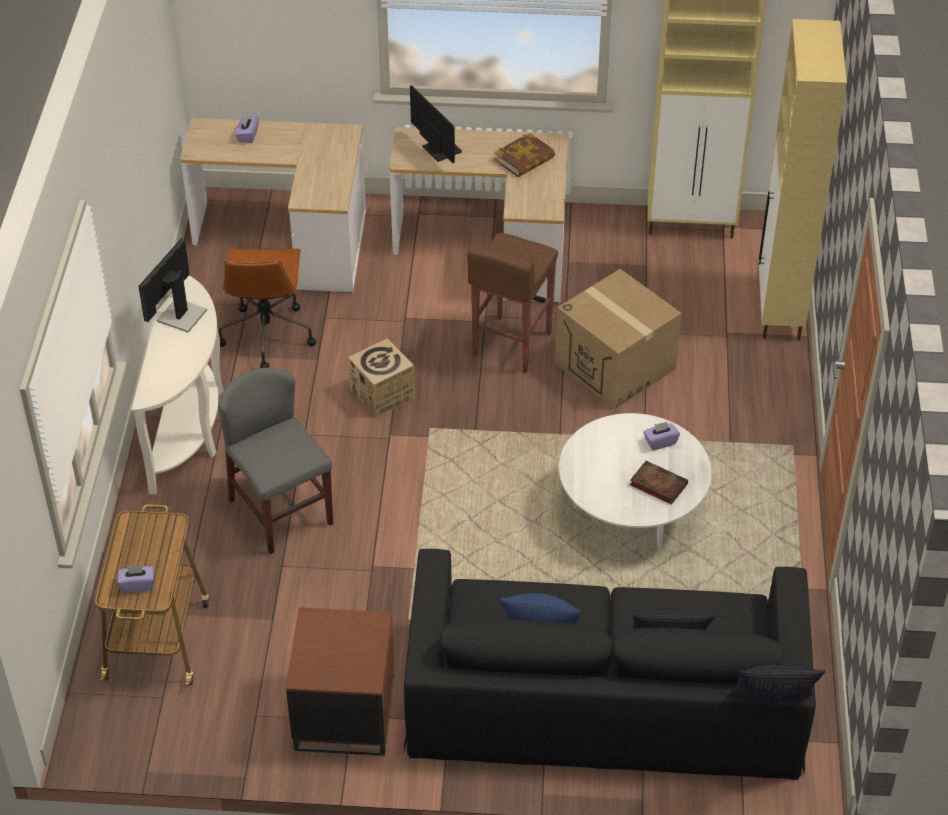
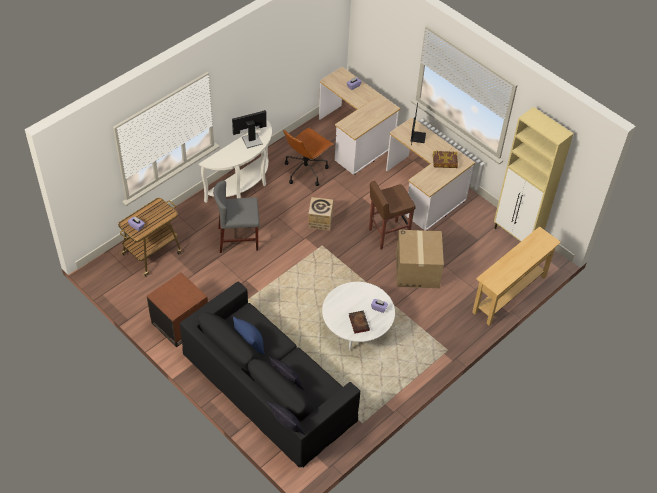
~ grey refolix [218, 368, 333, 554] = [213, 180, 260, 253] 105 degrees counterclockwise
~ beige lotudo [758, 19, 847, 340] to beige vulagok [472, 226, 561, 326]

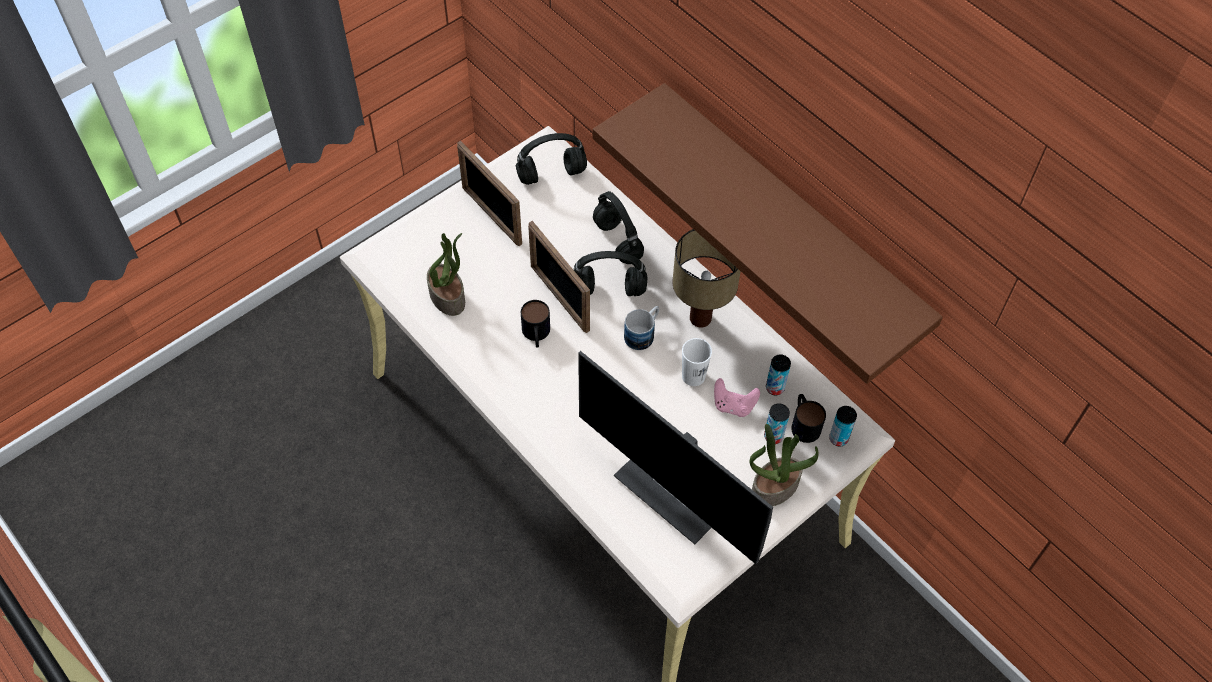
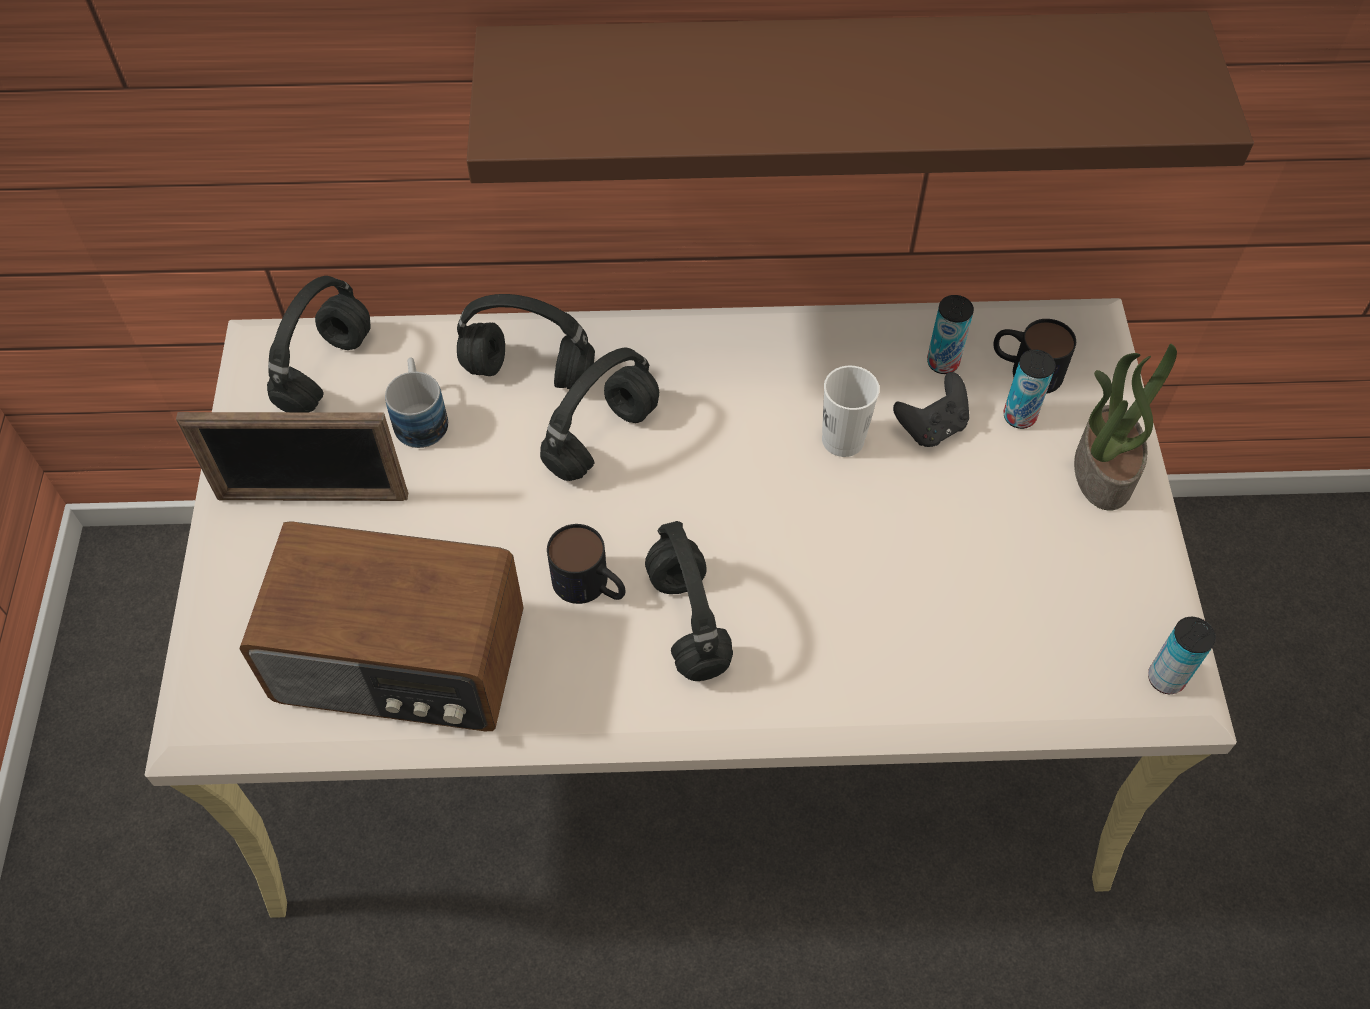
~ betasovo [427, 233, 465, 316] to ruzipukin [239, 521, 524, 731]
~ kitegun [624, 306, 659, 350] to [385, 358, 448, 448]
+ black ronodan [645, 521, 733, 681]
~ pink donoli [714, 378, 760, 417] to black donoli [893, 372, 969, 447]
~ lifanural [829, 406, 857, 447] to [1148, 617, 1216, 694]
- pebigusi [528, 221, 590, 333]
- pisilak [578, 351, 773, 564]
- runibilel [672, 229, 741, 328]

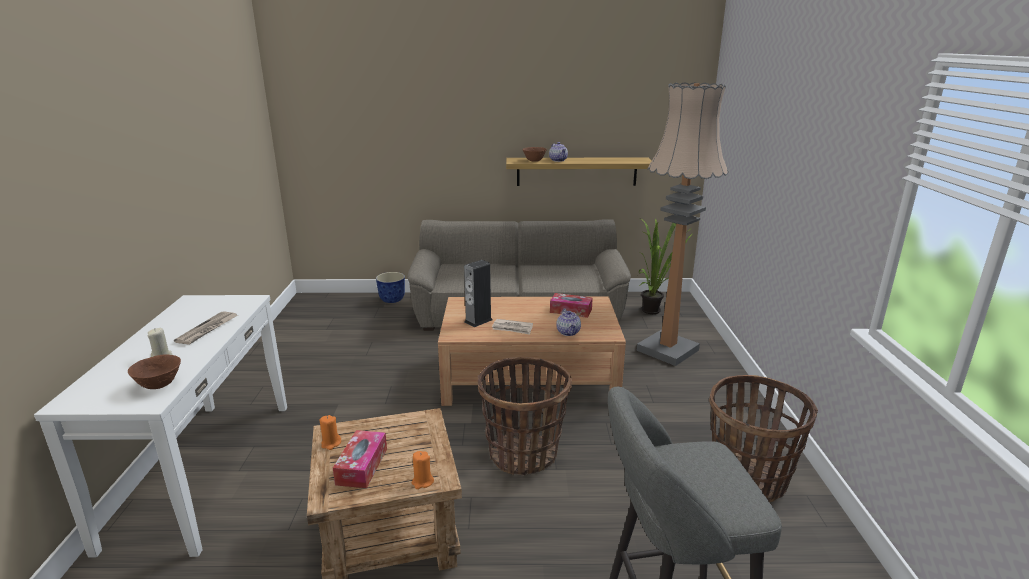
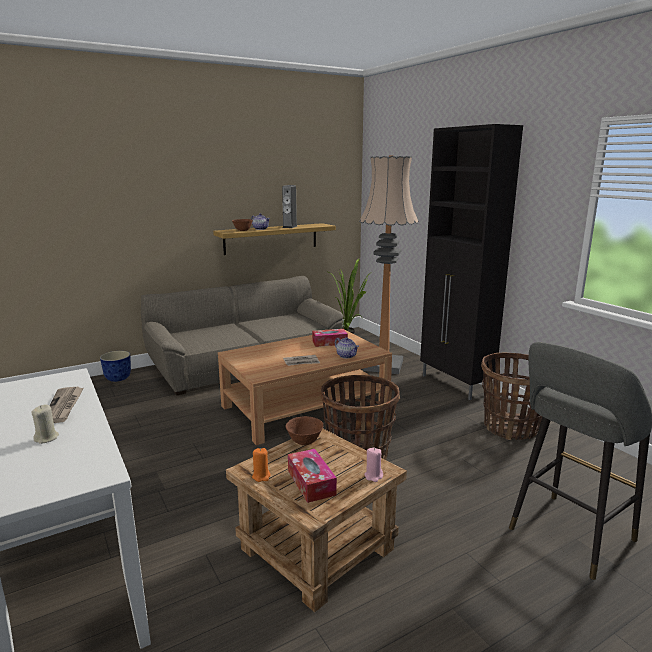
~ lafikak [464, 260, 493, 327] to [282, 185, 297, 228]
~ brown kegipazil [128, 354, 181, 389] to [285, 416, 323, 445]
~ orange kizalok [411, 451, 434, 489] to pink kizalok [364, 447, 383, 482]
+ black lotudo [420, 124, 523, 400]

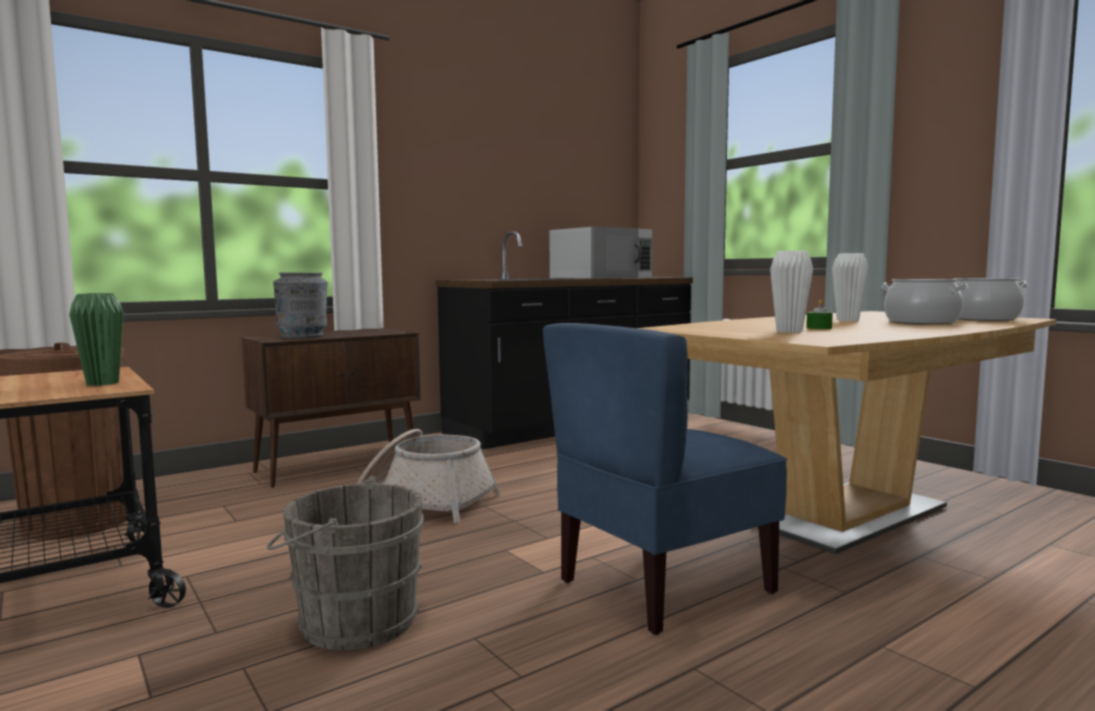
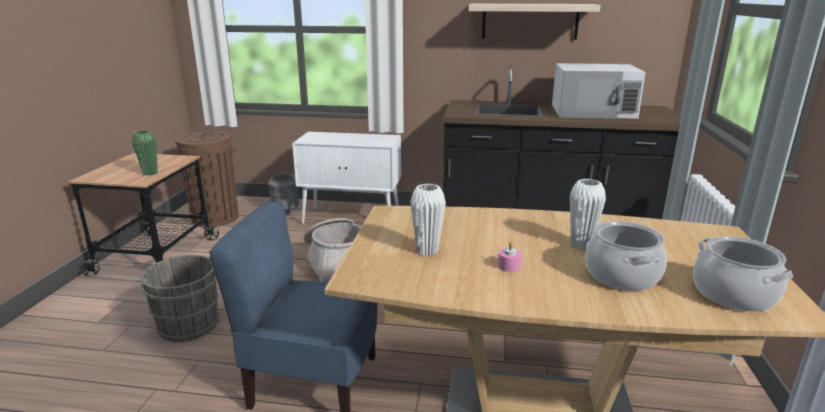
~ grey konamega [273, 272, 328, 339] to [268, 173, 299, 214]
~ brown lotudo [241, 329, 421, 488] to white lotudo [292, 132, 401, 224]
+ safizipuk [469, 4, 601, 40]
+ pink kizalok [498, 242, 522, 272]
- green kizalok [806, 299, 833, 329]

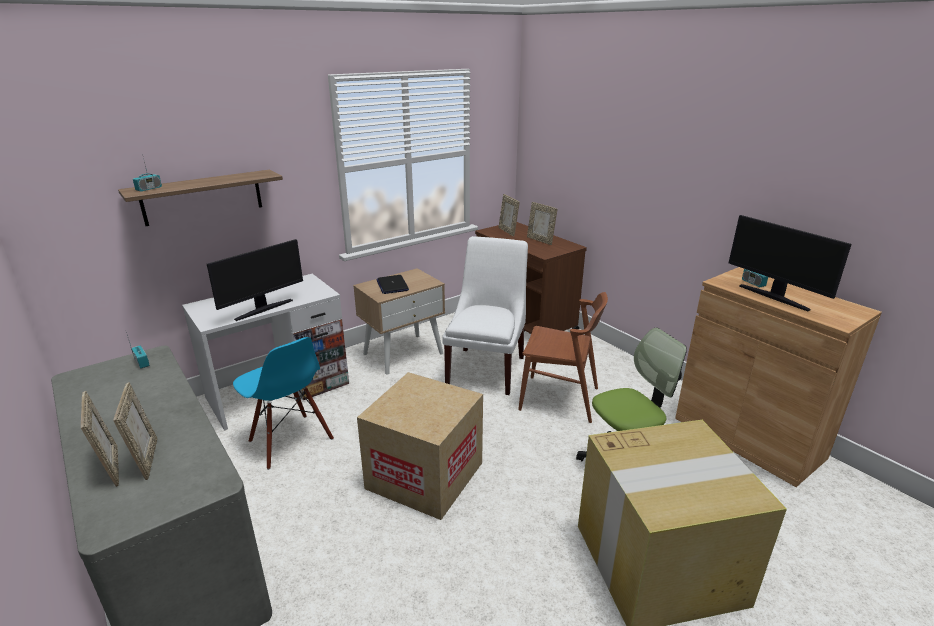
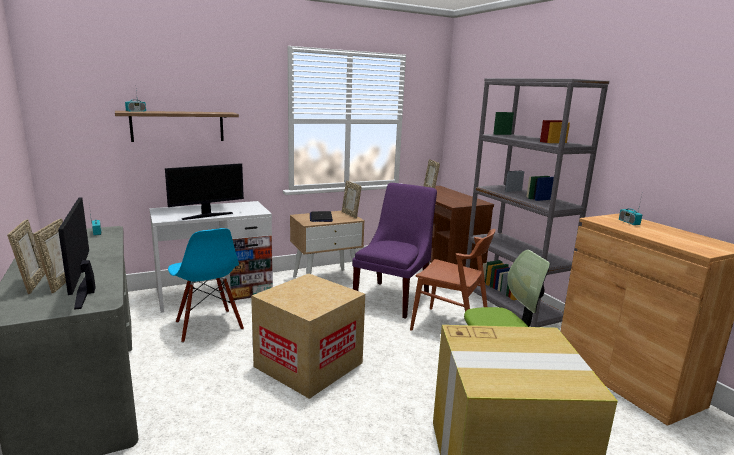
~ pisilak [729, 215, 852, 311] to [58, 197, 96, 310]
~ pebigusi [527, 202, 557, 245] to [342, 181, 362, 219]
~ white refolix [442, 236, 528, 395] to purple refolix [352, 183, 437, 319]
+ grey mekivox [466, 78, 610, 327]

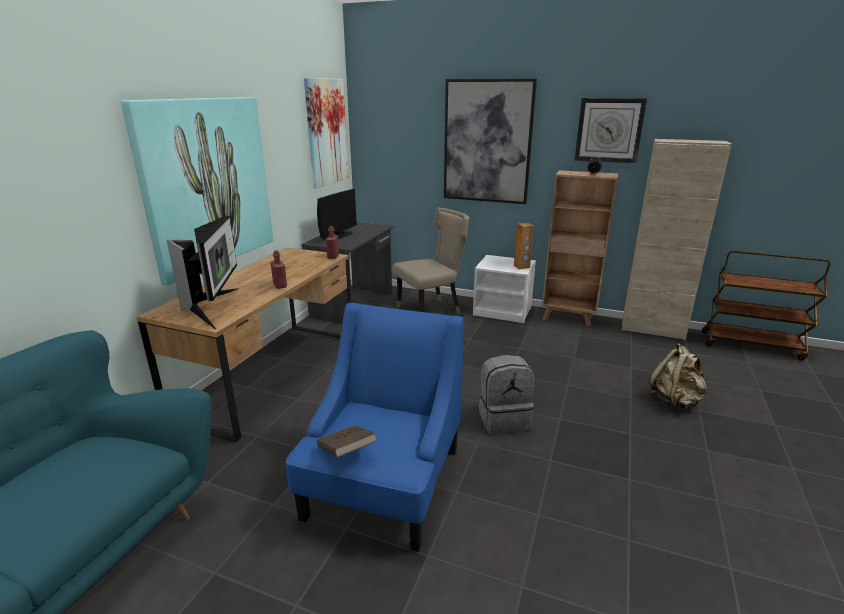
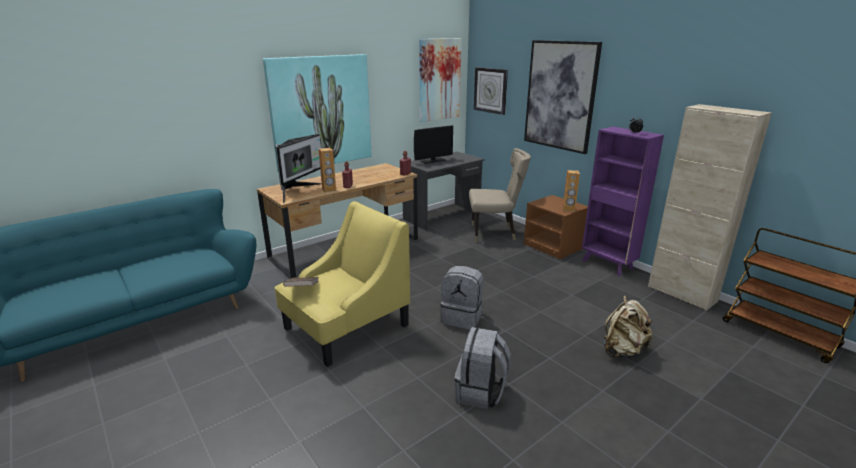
~ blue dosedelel [286, 303, 464, 552] to yellow dosedelel [275, 201, 410, 367]
+ brown lafikak [319, 148, 336, 193]
+ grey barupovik [455, 327, 511, 409]
~ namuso [575, 98, 647, 163] to [474, 67, 508, 115]
~ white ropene [473, 255, 536, 323] to brown ropene [524, 195, 588, 259]
~ brown mekivox [542, 170, 618, 327] to purple mekivox [582, 126, 664, 276]

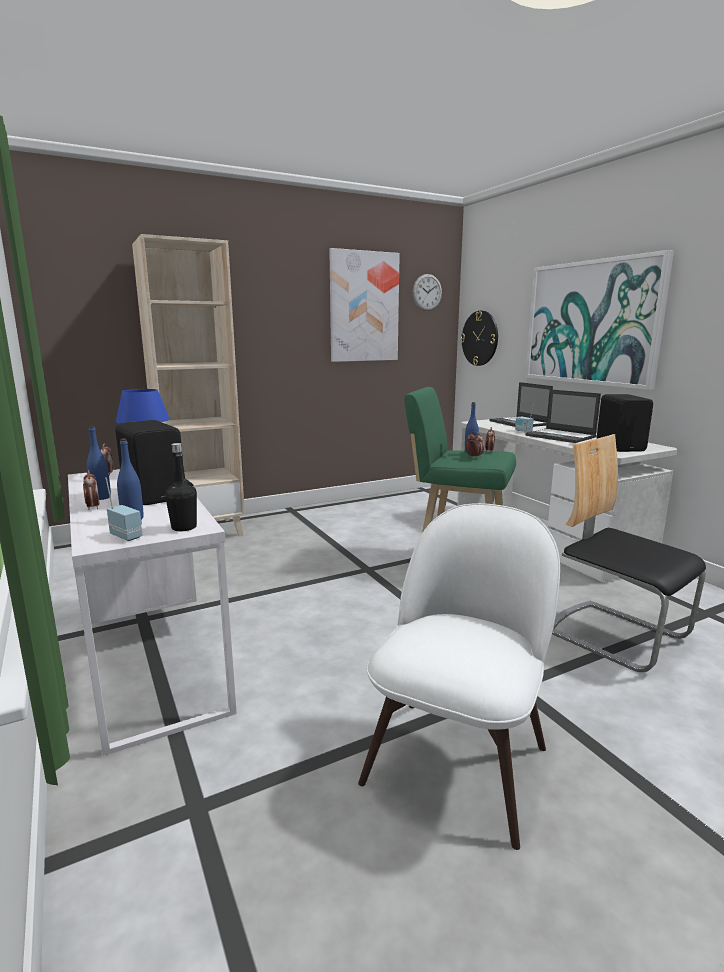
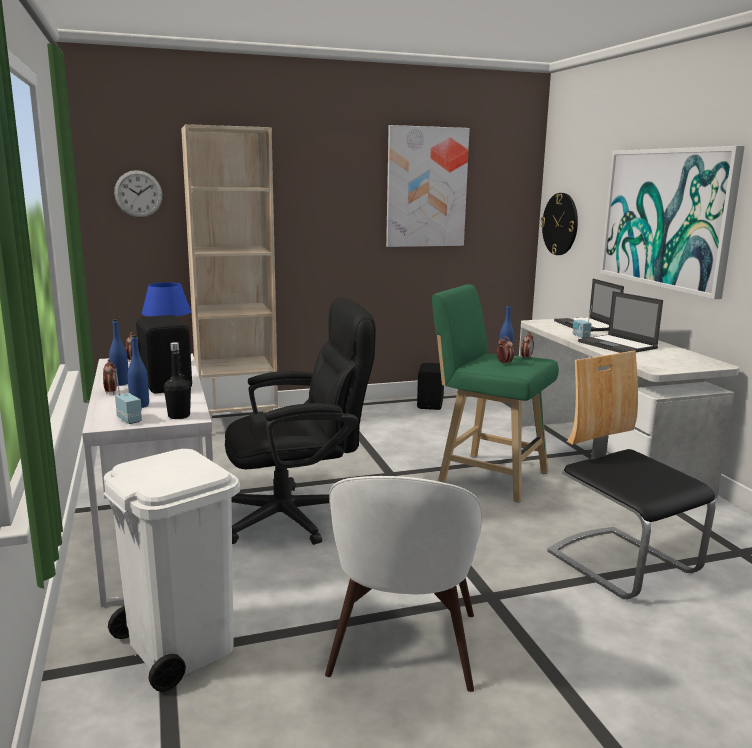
+ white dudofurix [104, 449, 240, 692]
~ namuso [413, 274, 442, 311] to [114, 170, 162, 218]
+ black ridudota [225, 297, 376, 545]
~ white refolix [358, 503, 560, 850] = [325, 476, 482, 692] 150 degrees clockwise
~ black lafikak [596, 394, 653, 452] to [417, 363, 444, 410]

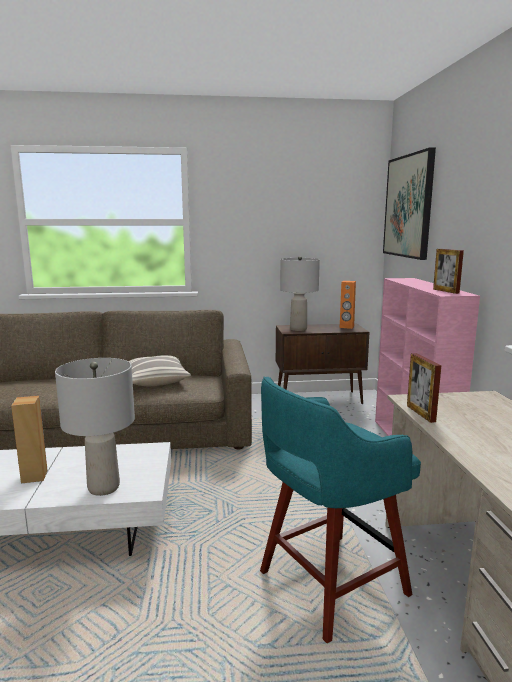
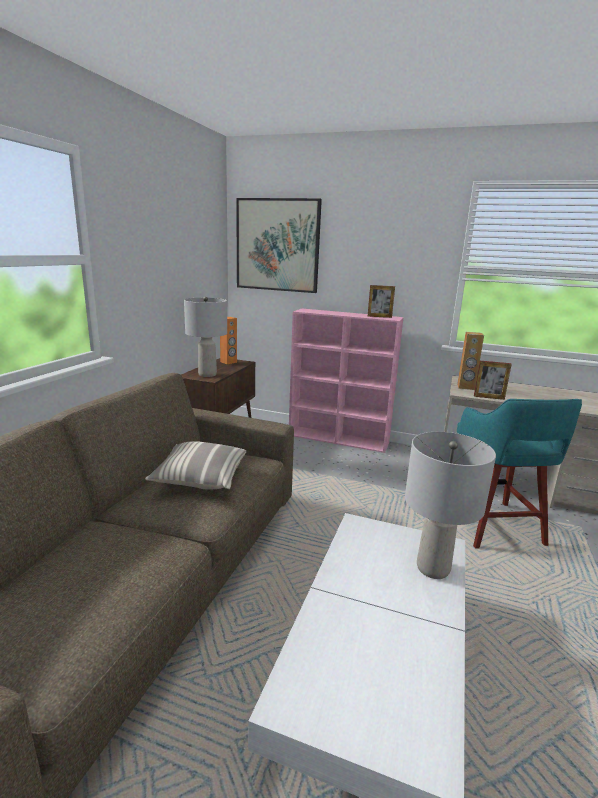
~ brown lafikak [11, 396, 47, 483] to [457, 332, 484, 390]

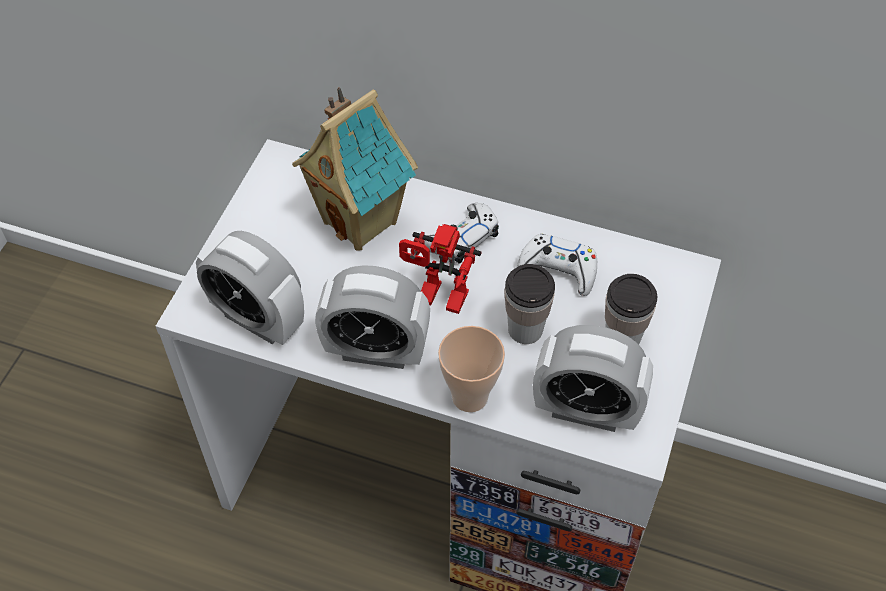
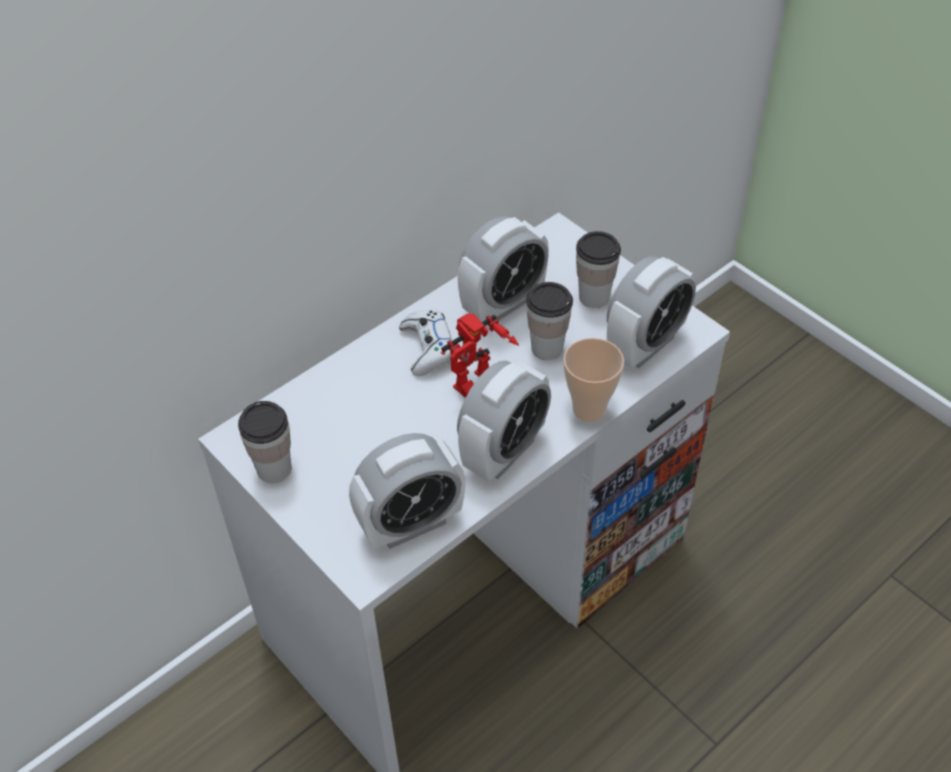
+ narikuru [238, 401, 291, 483]
~ white donoli [517, 234, 597, 296] to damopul [458, 216, 549, 322]
- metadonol [292, 87, 418, 251]

